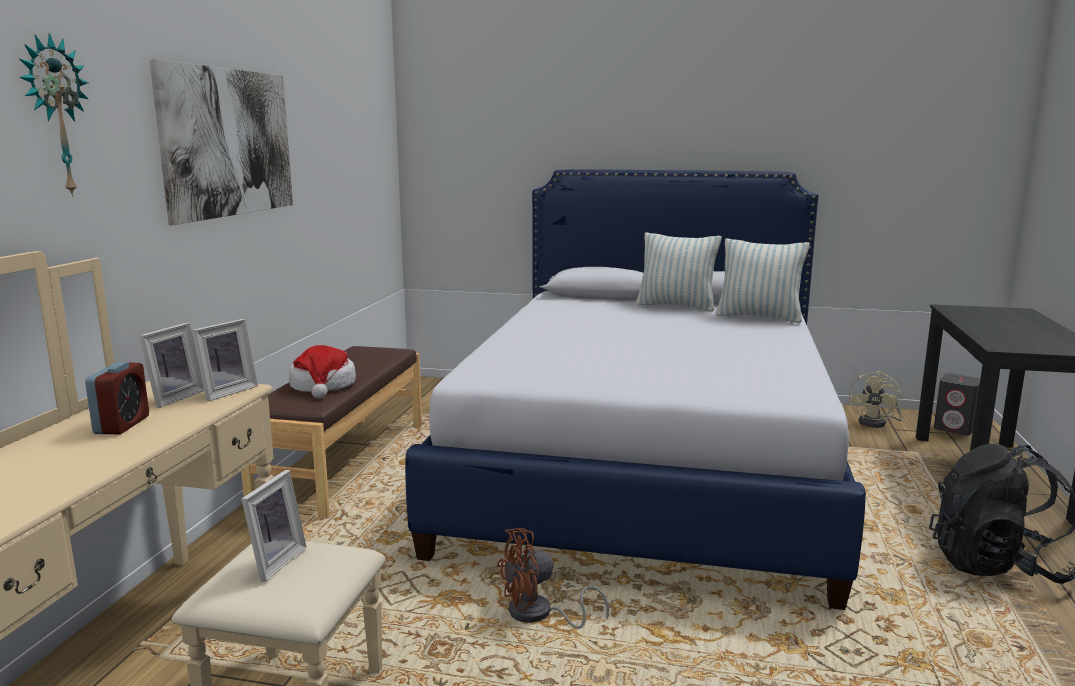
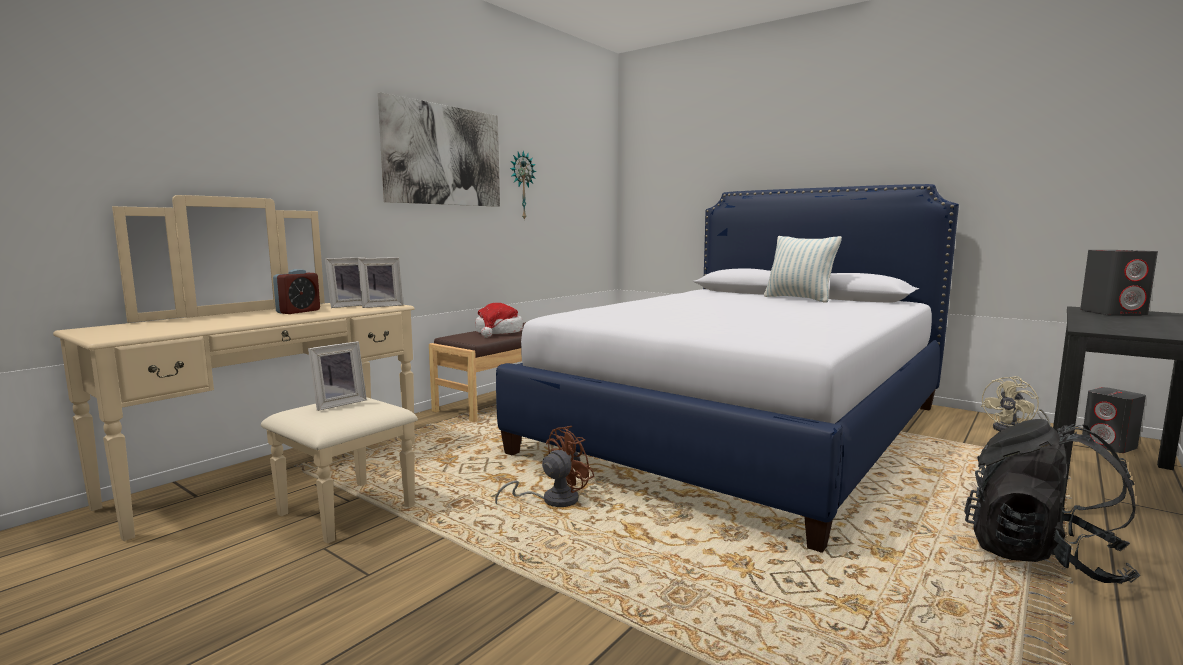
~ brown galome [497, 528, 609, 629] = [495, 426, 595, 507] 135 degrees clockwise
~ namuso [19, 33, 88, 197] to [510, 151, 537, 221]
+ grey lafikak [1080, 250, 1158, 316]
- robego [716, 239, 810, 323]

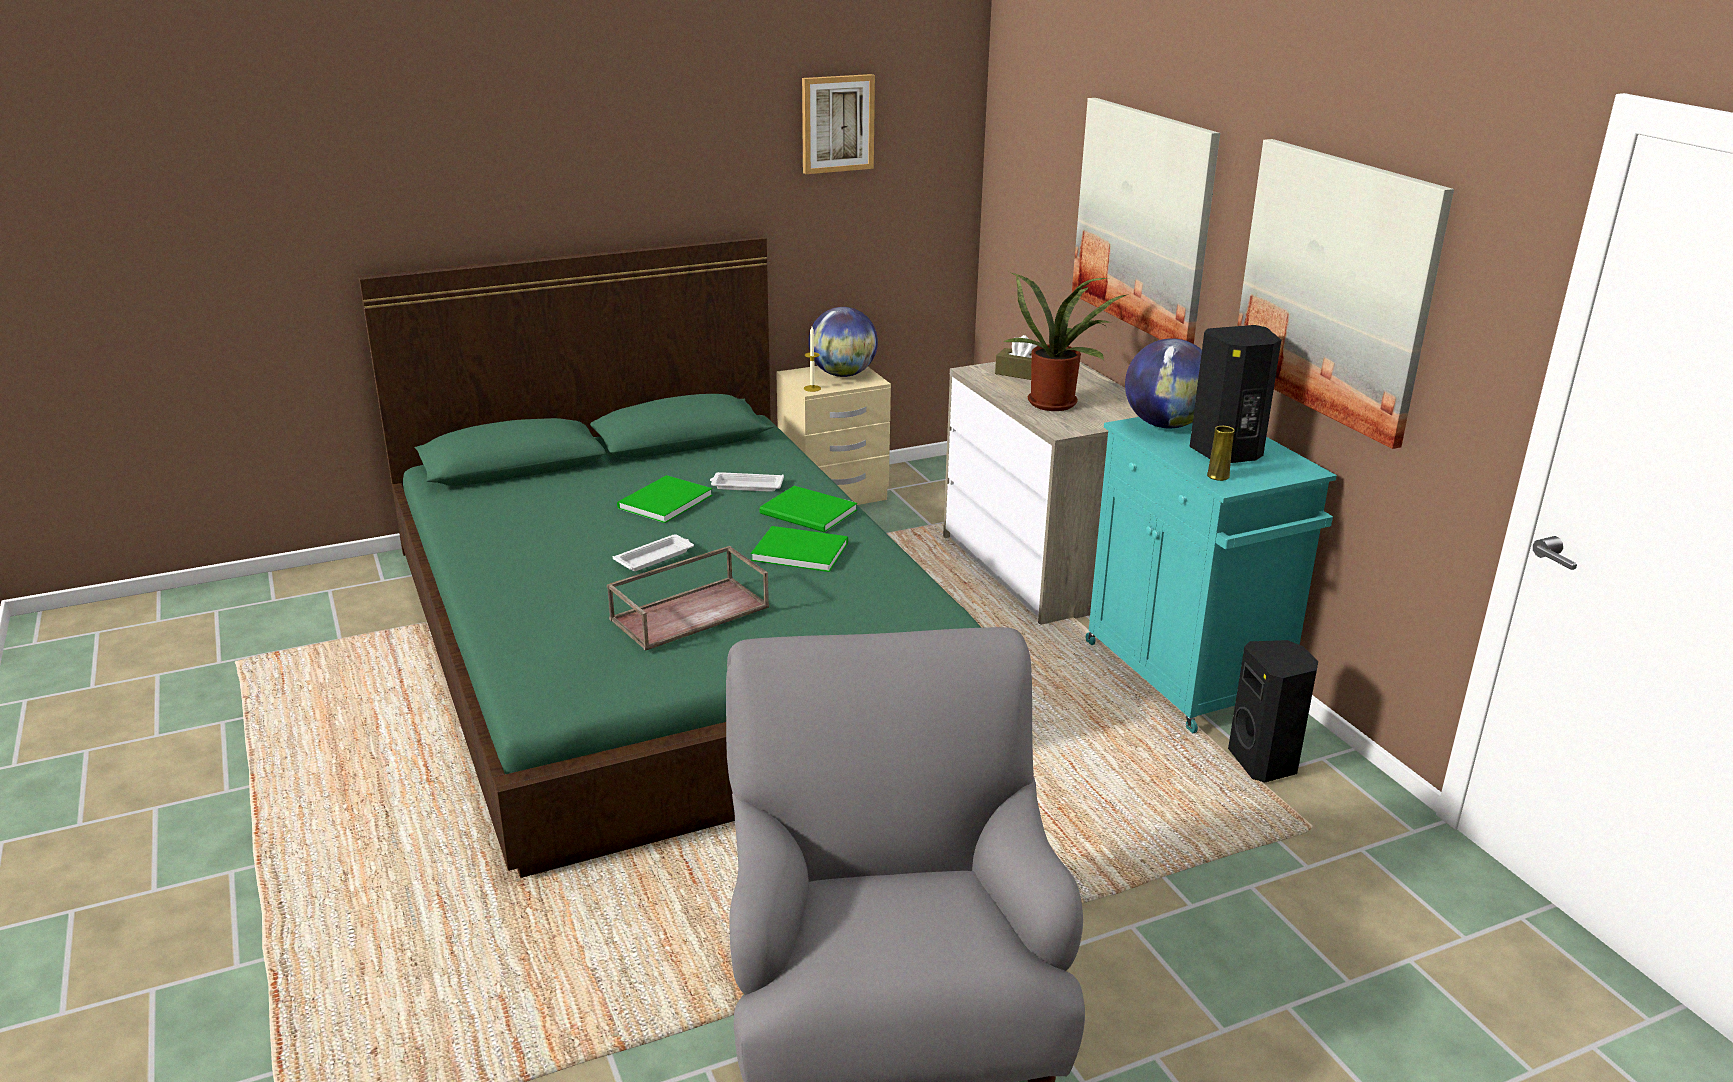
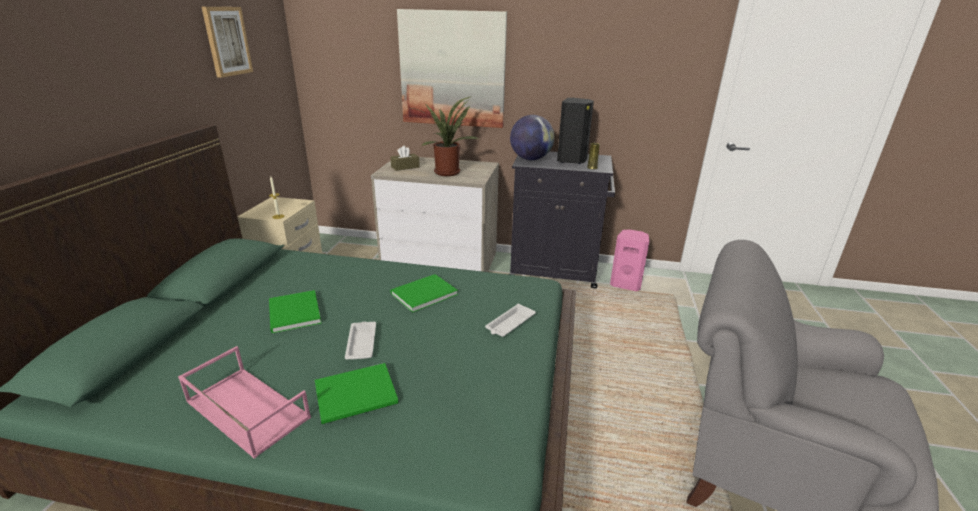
+ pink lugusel [178, 346, 311, 459]
~ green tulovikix [760, 486, 857, 532] to [315, 363, 398, 424]
~ white lugusel [710, 472, 784, 492] to [485, 304, 536, 337]
~ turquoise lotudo [1086, 417, 1337, 733] to black lotudo [509, 151, 615, 289]
~ black lafikak [1228, 640, 1318, 782] to pink lafikak [610, 229, 649, 291]
- brown lugusel [607, 546, 769, 651]
- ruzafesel [808, 307, 878, 377]
- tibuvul [1237, 139, 1454, 449]

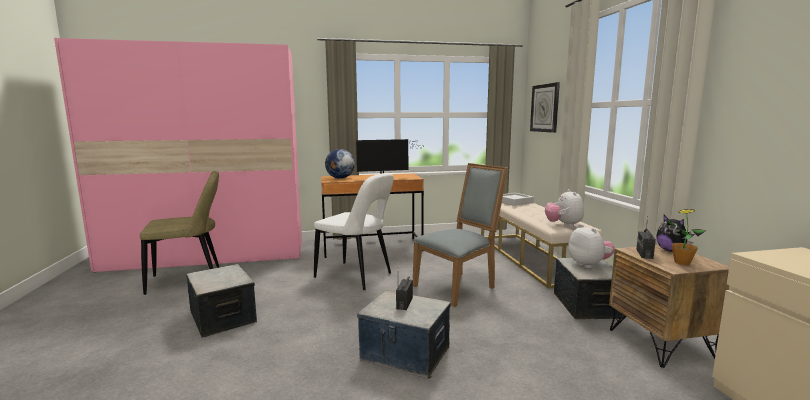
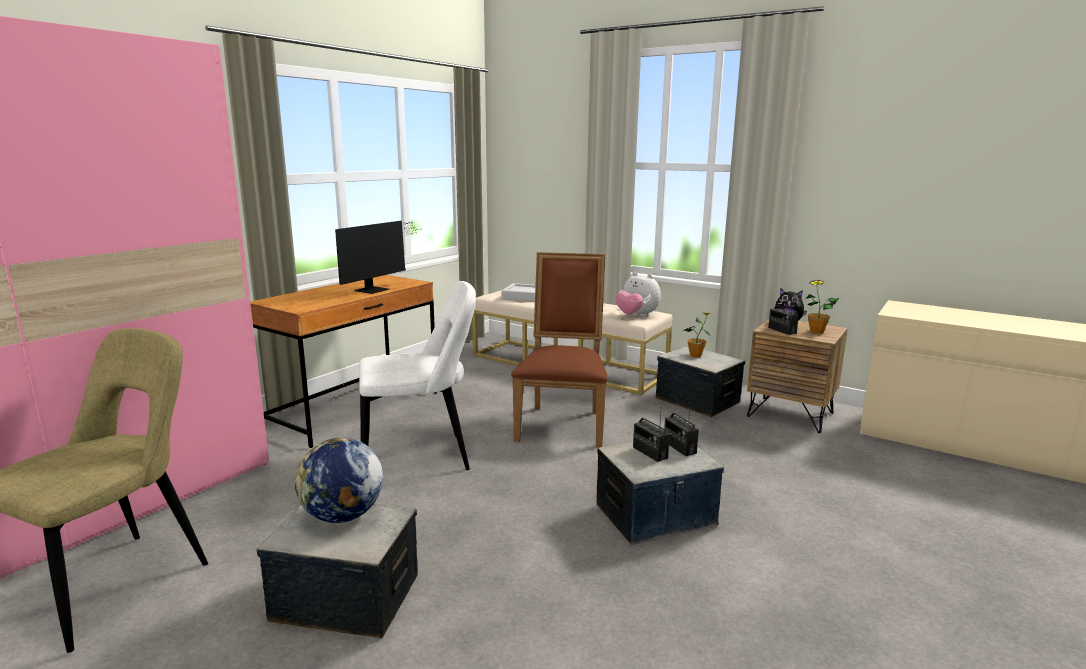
~ ruzafesel [325, 149, 355, 179] to [295, 437, 383, 523]
~ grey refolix [413, 163, 508, 307] to brown refolix [511, 252, 608, 447]
+ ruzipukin [664, 407, 699, 456]
~ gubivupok [568, 224, 615, 268] to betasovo [683, 313, 711, 357]
- namuso [530, 82, 560, 133]

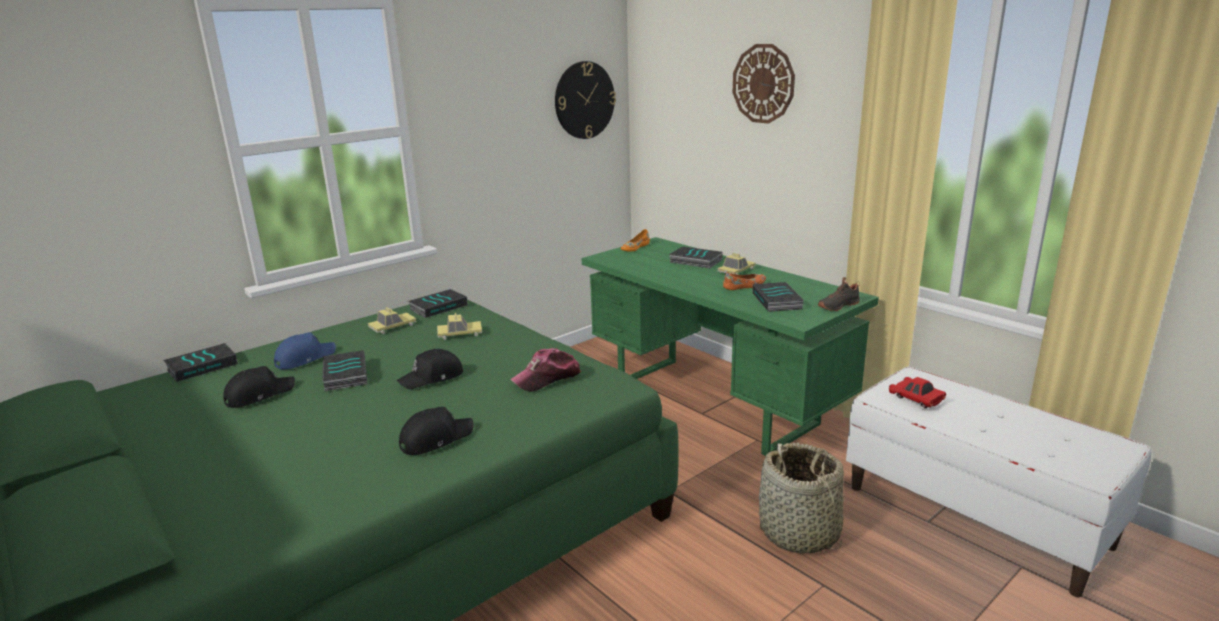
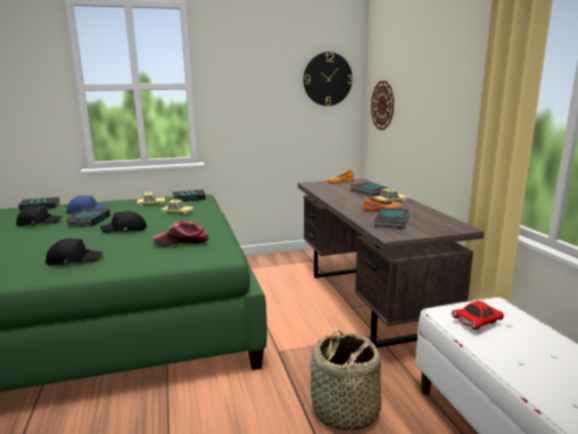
~ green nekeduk [581, 237, 879, 456] to brown nekeduk [298, 178, 484, 348]
~ namuso [733, 44, 795, 124] to [371, 81, 394, 130]
~ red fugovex [889, 377, 946, 408] = [452, 301, 504, 330] 105 degrees counterclockwise
- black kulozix [818, 277, 860, 311]

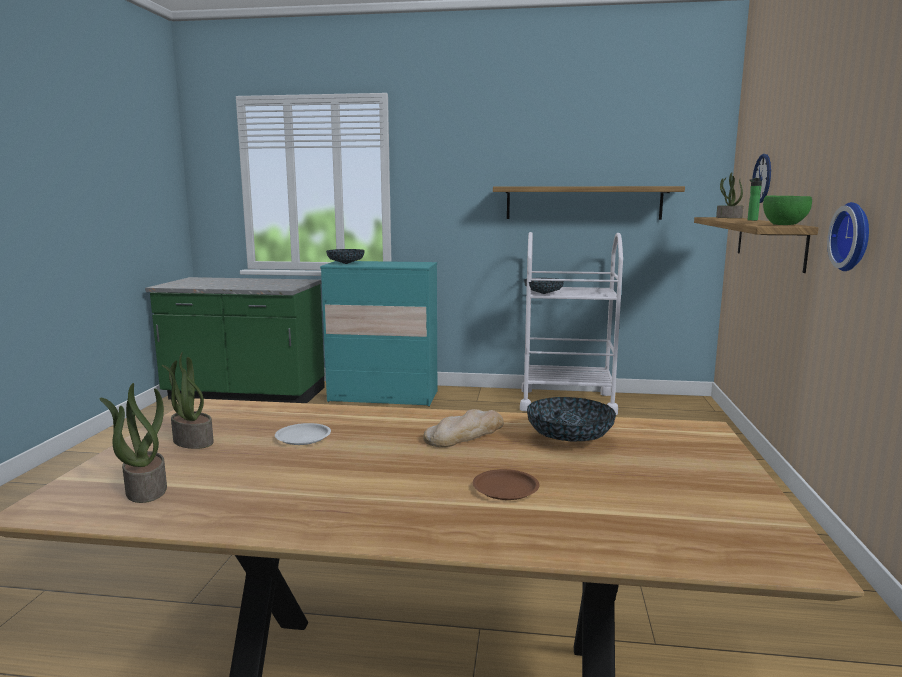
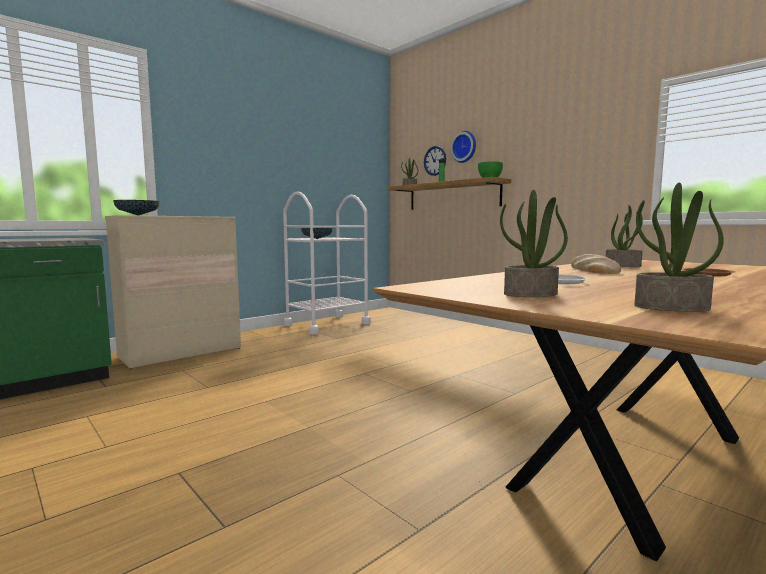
~ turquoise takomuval [320, 261, 437, 407] to beige takomuval [105, 215, 241, 369]
~ namuso [827, 202, 869, 271] to [451, 131, 476, 163]
~ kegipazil [527, 397, 616, 441] to betasovo [605, 205, 643, 267]
- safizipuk [493, 186, 685, 220]

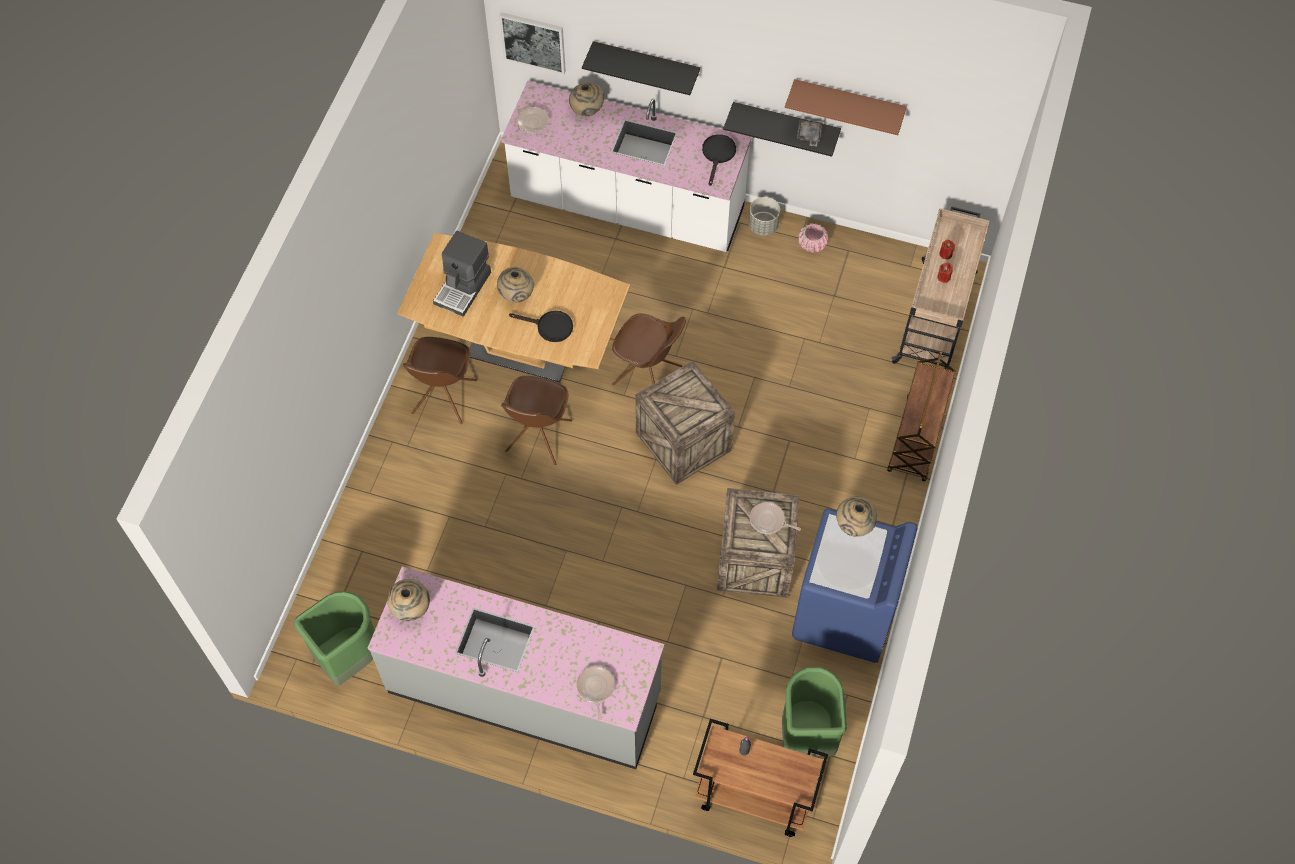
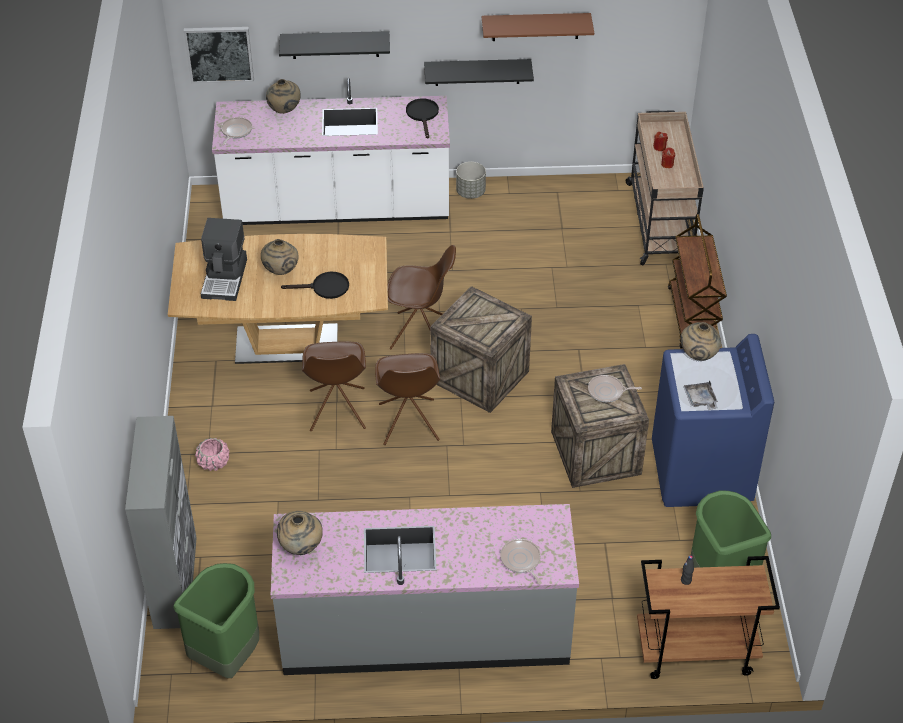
+ grey lotudo [125, 416, 197, 629]
~ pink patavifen [798, 223, 828, 253] to [195, 438, 229, 471]
~ brown refolix [403, 337, 477, 424] to [375, 353, 440, 445]
~ grey lugusel [797, 119, 823, 146] to [684, 381, 718, 409]

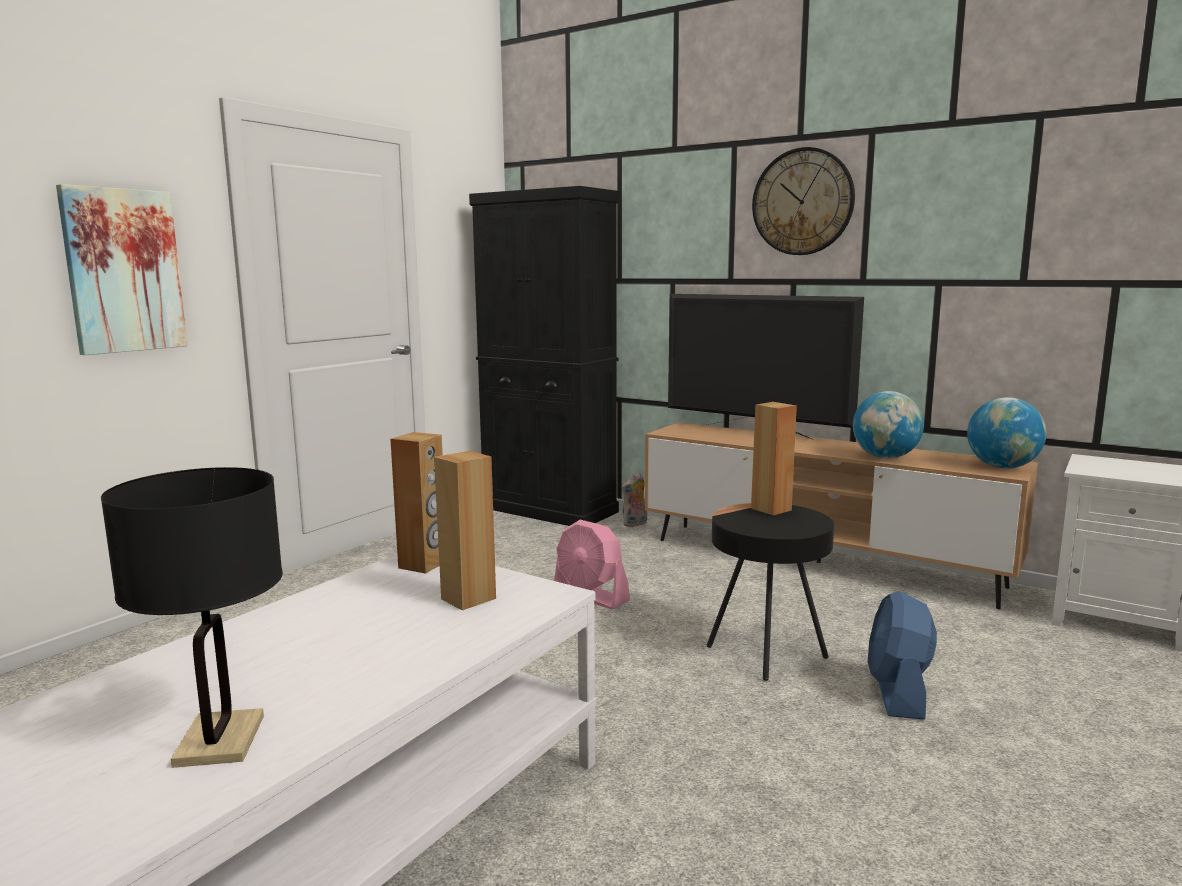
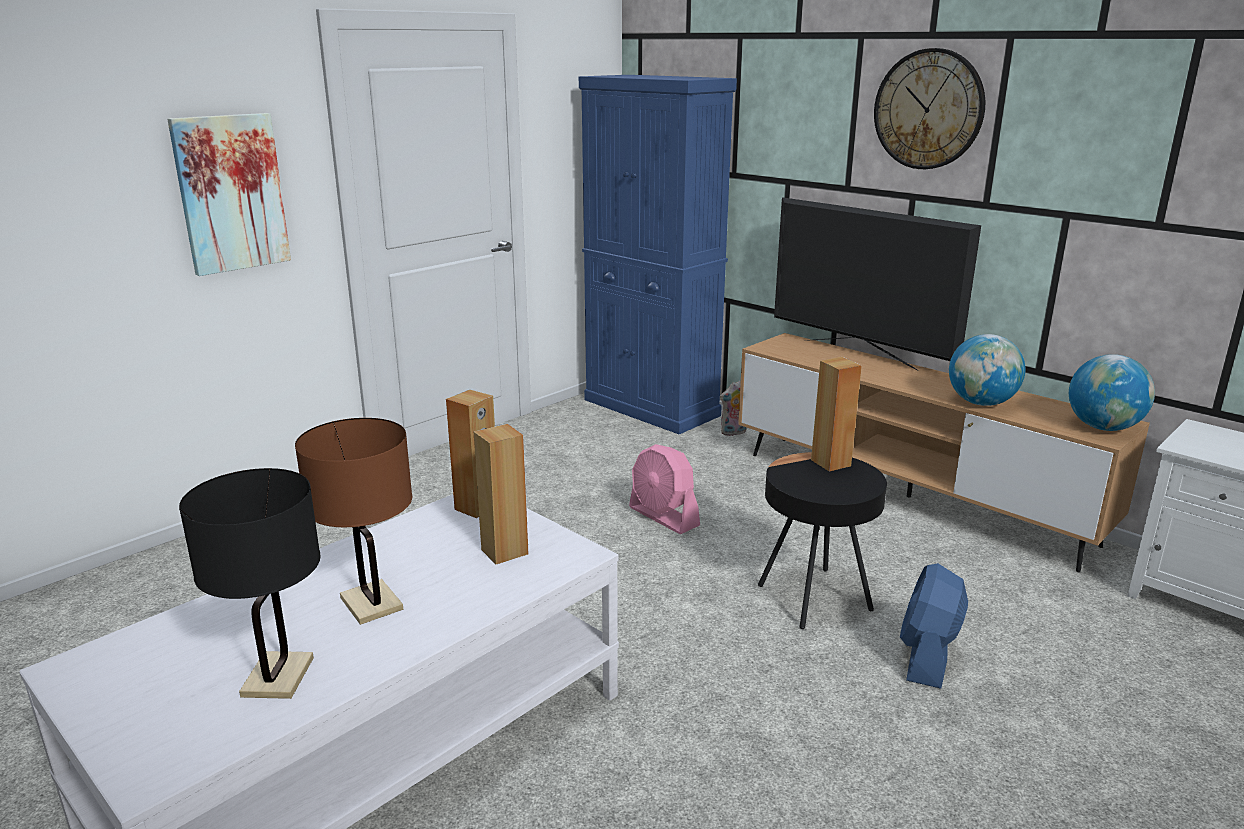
+ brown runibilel [295, 418, 412, 625]
~ black lotudo [469, 186, 619, 526] to blue lotudo [579, 75, 737, 434]

